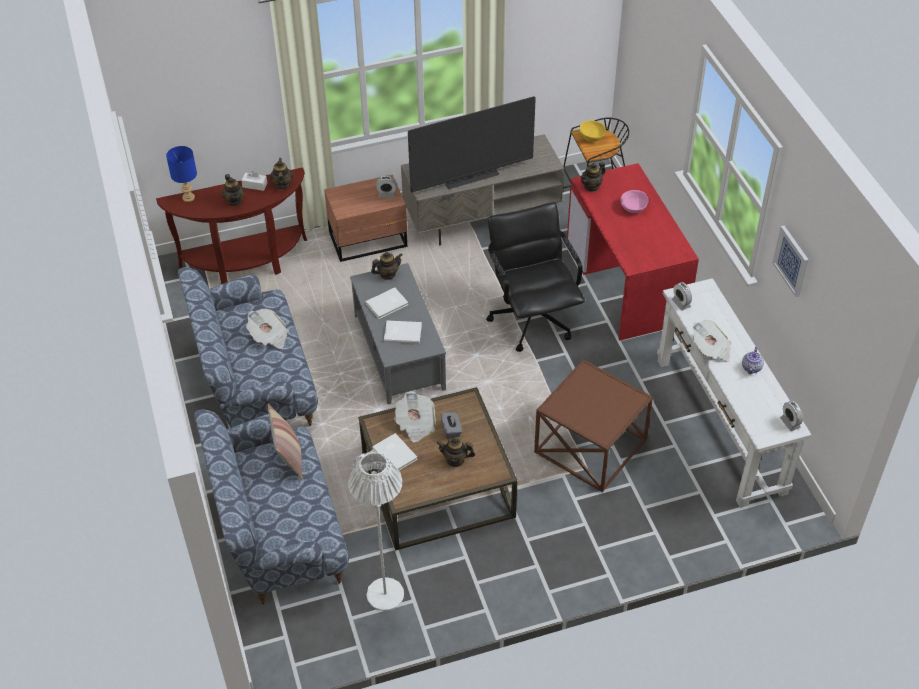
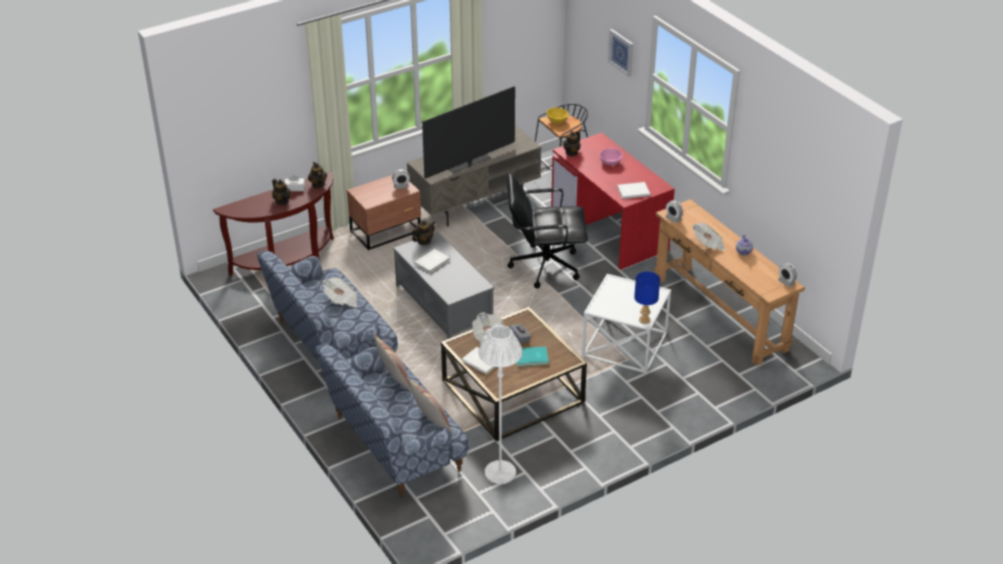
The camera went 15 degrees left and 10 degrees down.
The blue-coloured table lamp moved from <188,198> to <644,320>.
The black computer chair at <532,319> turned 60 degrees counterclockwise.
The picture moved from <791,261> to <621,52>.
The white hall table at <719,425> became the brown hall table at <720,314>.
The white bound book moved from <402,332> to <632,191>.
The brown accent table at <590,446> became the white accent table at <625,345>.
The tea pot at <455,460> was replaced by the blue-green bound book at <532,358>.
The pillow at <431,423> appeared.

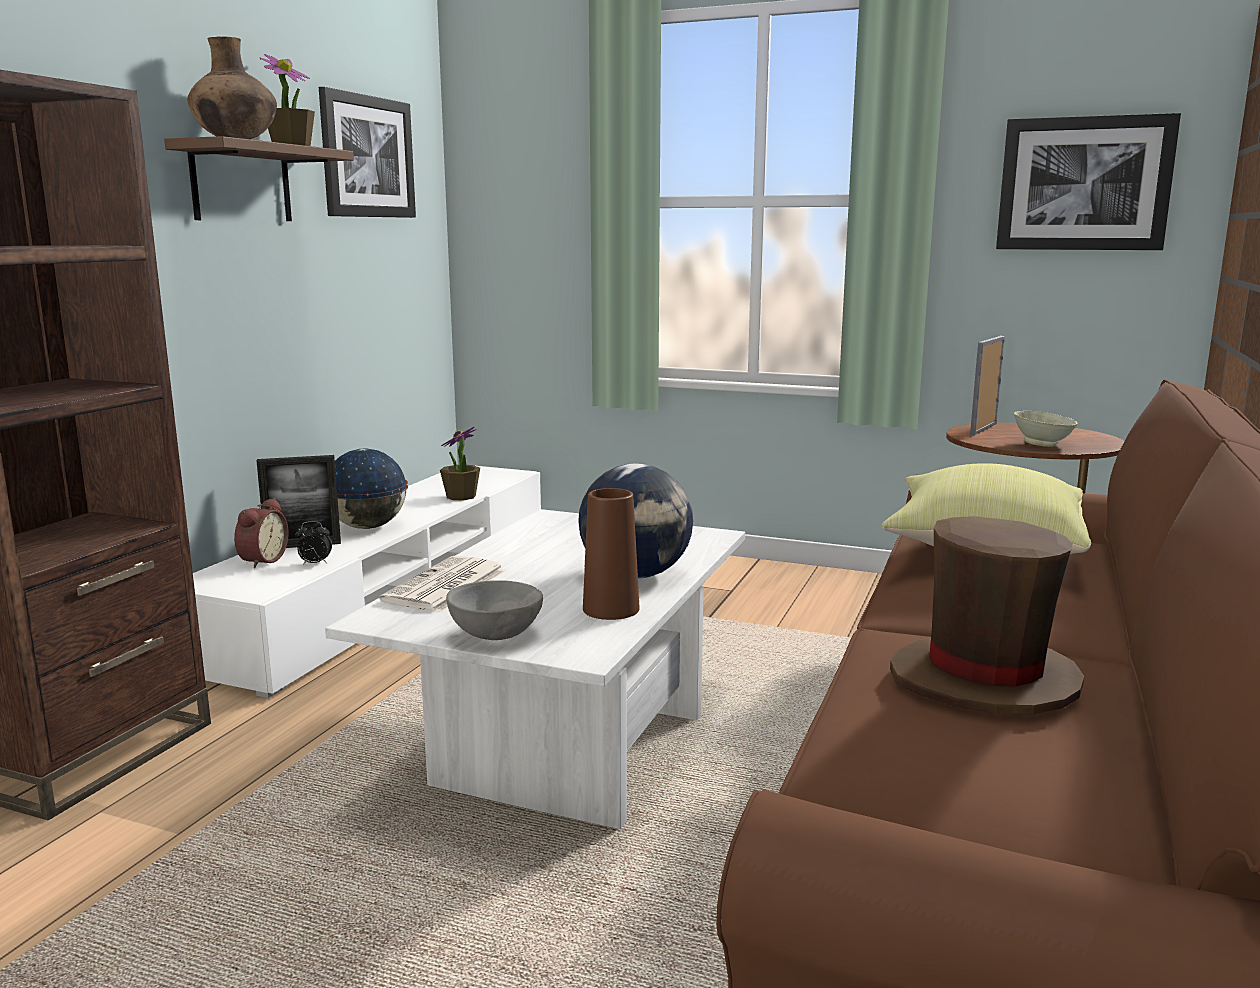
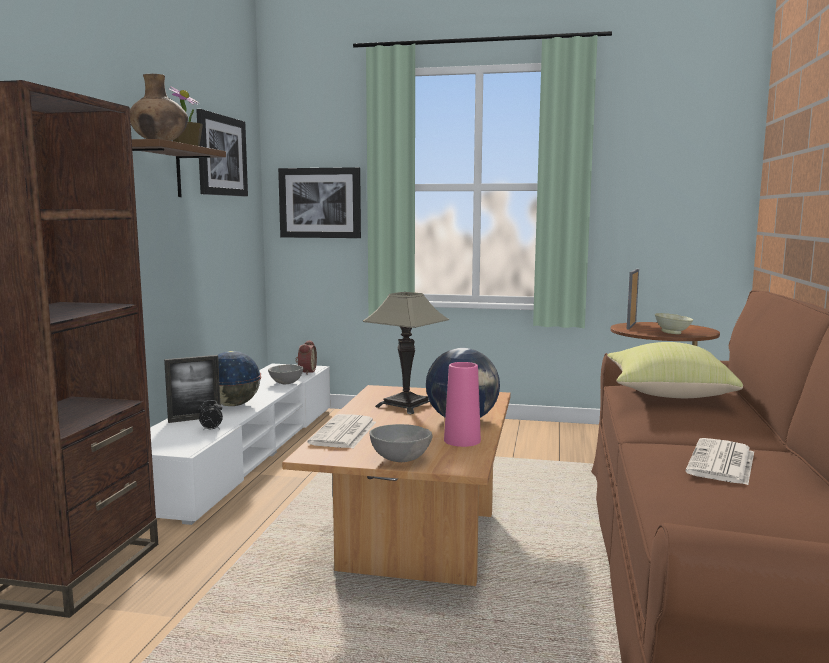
The camera went 10 degrees left and 5 degrees down.
The picture moved from <1084,184> to <320,203>.
The plant in a pot at <461,497> was replaced by the gray serving bowl at <285,383>.
The brown decorative vase at <611,609> became the pinkish decorative vase at <462,440>.
The table clock moved from <261,560> to <305,372>.
The white coffee table at <567,745> became the brown coffee table at <414,538>.
The brown wearable hat at <984,680> was replaced by the newspaper at <722,463>.
The table lamp at <406,405> appeared.

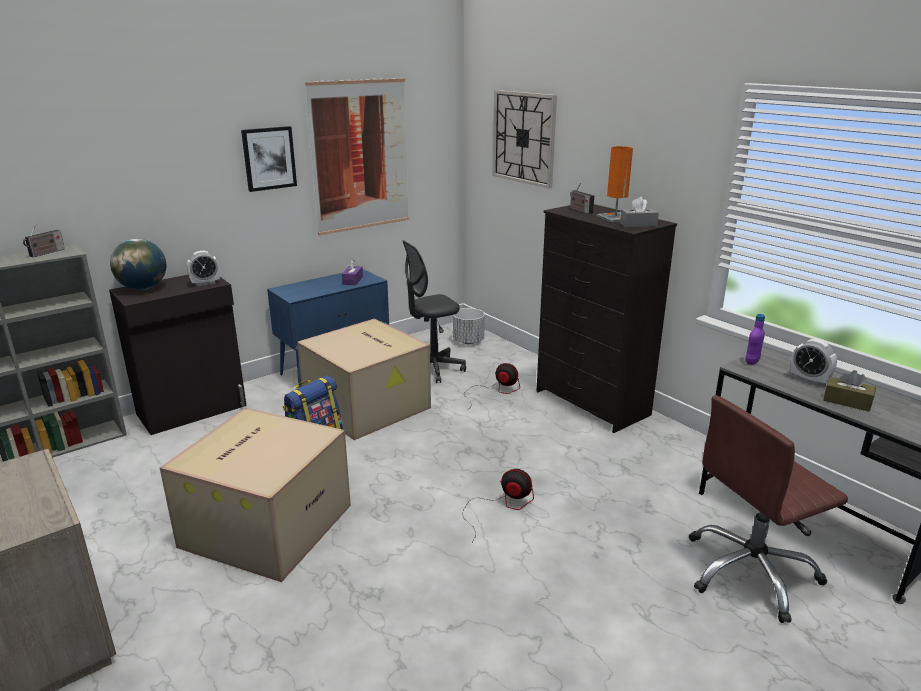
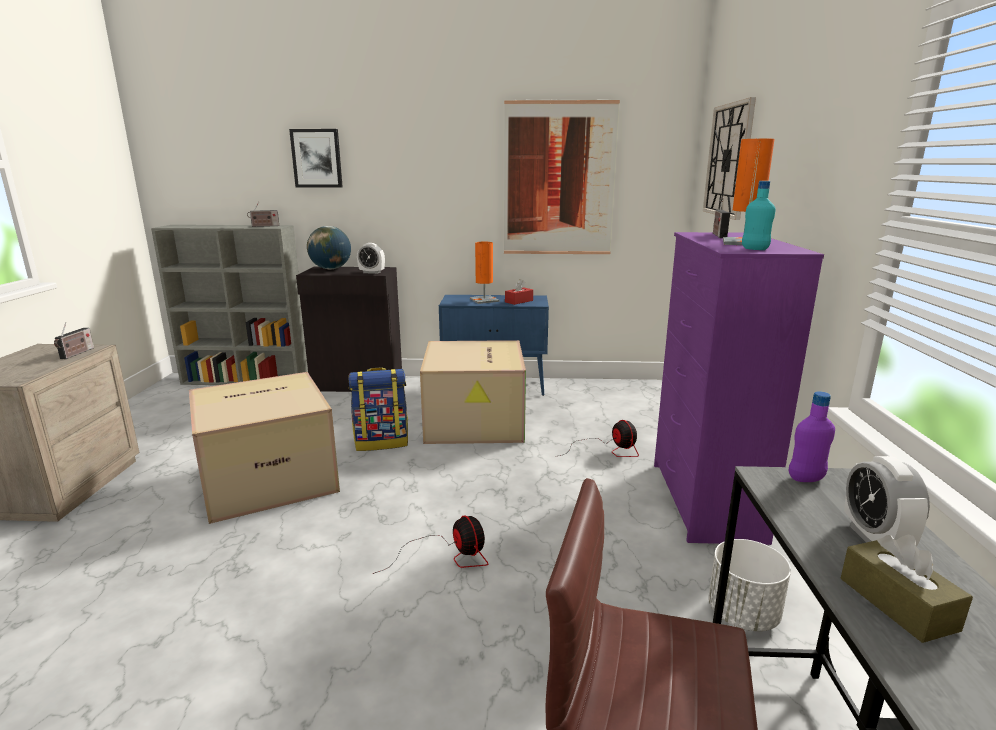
The camera went 40 degrees right and 5 degrees down.
The picture moved from <269,158> to <317,158>.
The gray tissue holder at <638,224> was replaced by the blue-green drink bottle at <755,249>.
The black drawer chest at <592,403> became the purplish drawer chest at <704,501>.
The gray computer chair at <433,369> disappeared.
The purplish tissue holder at <352,280> became the red tissue holder at <519,301>.
The white plant pot moved from <468,341> to <743,614>.
The orange table lamp at <484,300> appeared.
The radio at <76,354> appeared.

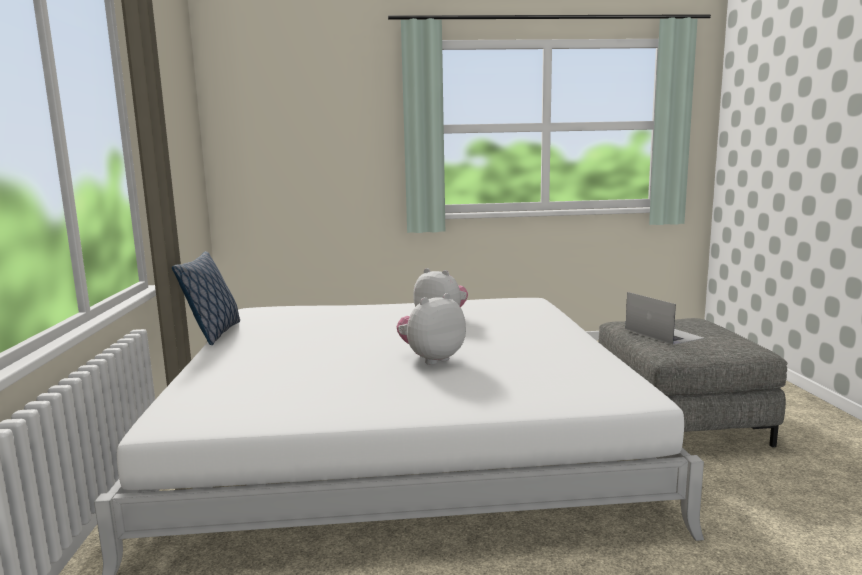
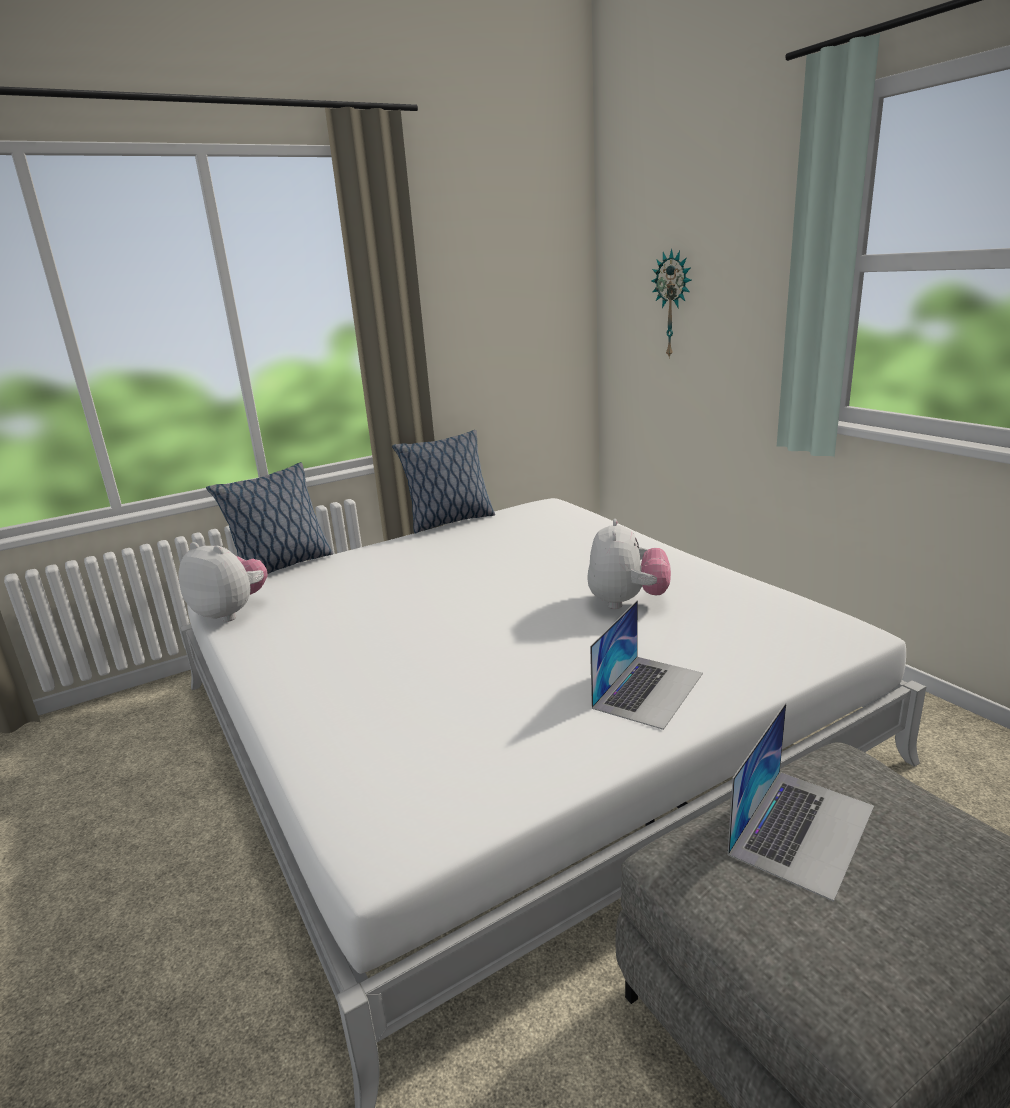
The camera went 65 degrees right and 10 degrees up.
The plush toy moved from <431,359> to <231,612>.
The clock on the wall at <673,304> appeared.
The pillow at <282,566> appeared.
The laptop at <648,690> appeared.

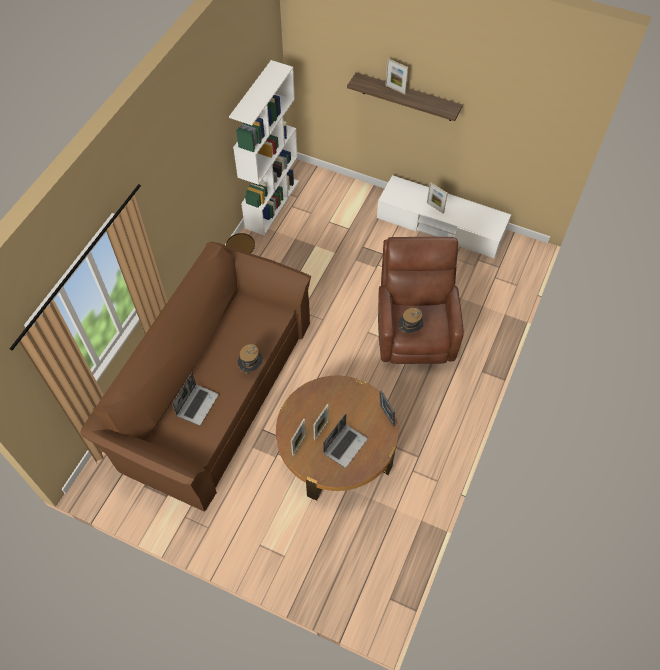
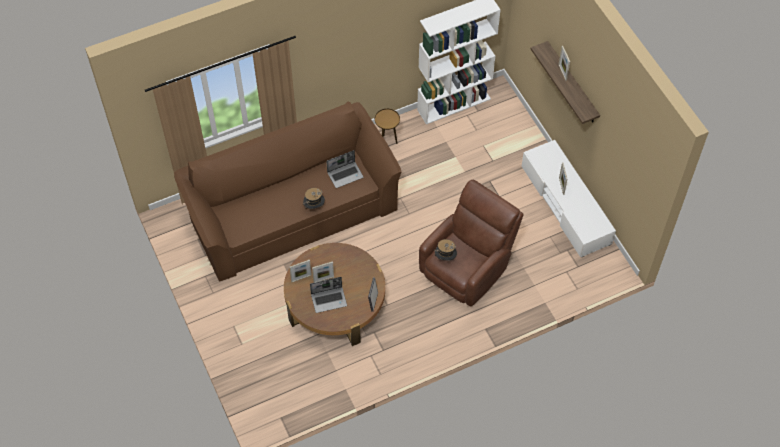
The camera went 40 degrees right and 0 degrees up.
The laptop moved from <197,404> to <345,175>.

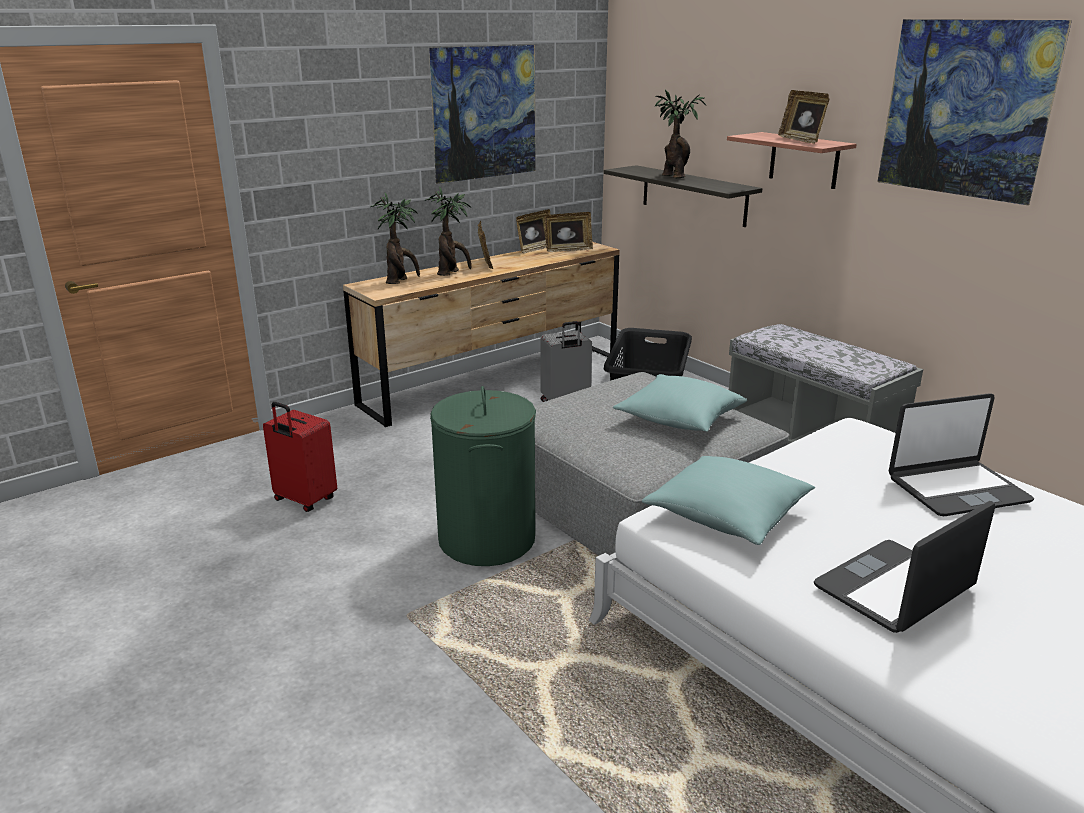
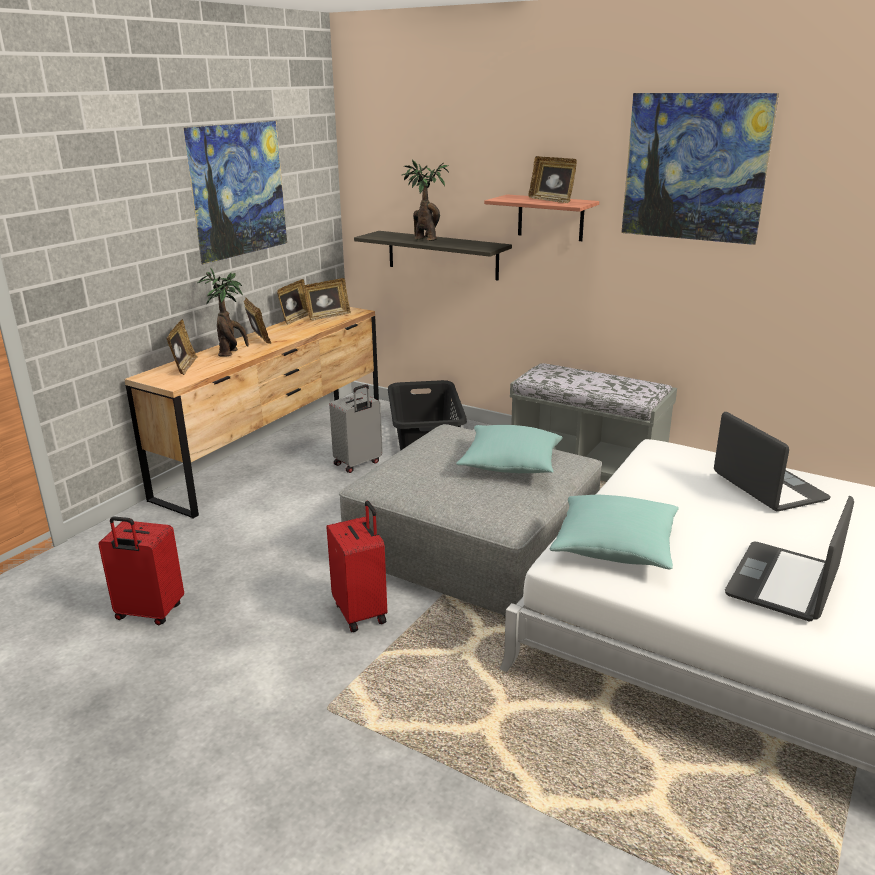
The camera went 20 degrees left and 0 degrees up.
The plant in a pot at <400,281> was replaced by the picture frame at <184,367>.
The greenish washing basket at <487,539> was replaced by the red suitcase at <361,612>.
The laptop at <956,489> turned 75 degrees counterclockwise.

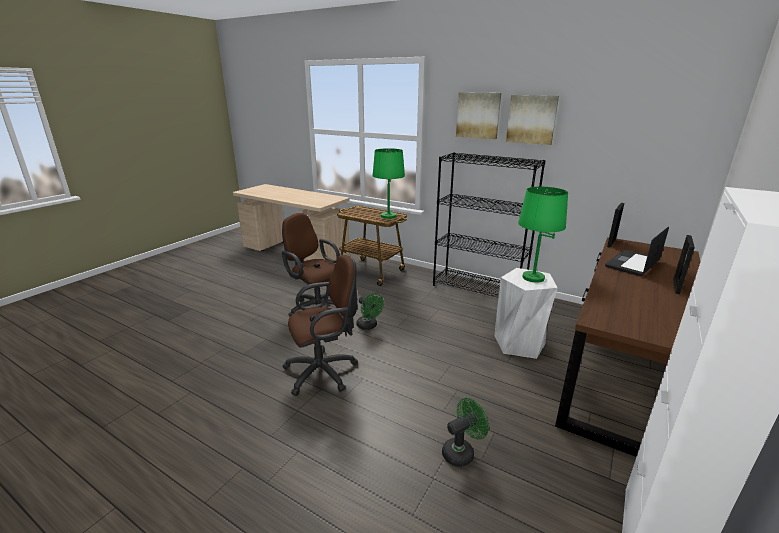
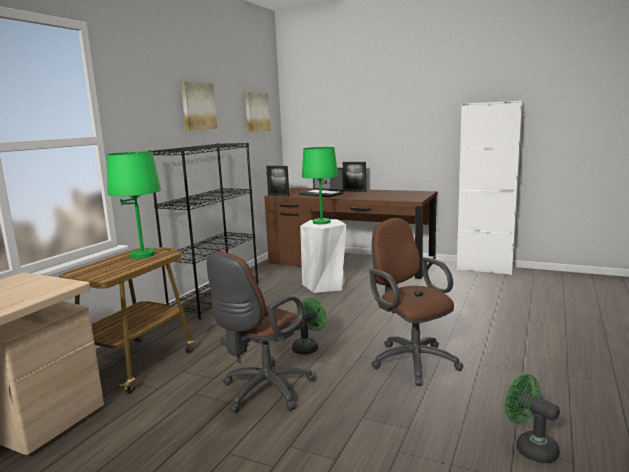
The camera went 95 degrees left and 10 degrees down.
The picture moved from <478,115> to <256,112>.
The greenish cooling fan moved from <461,452> to <530,447>.

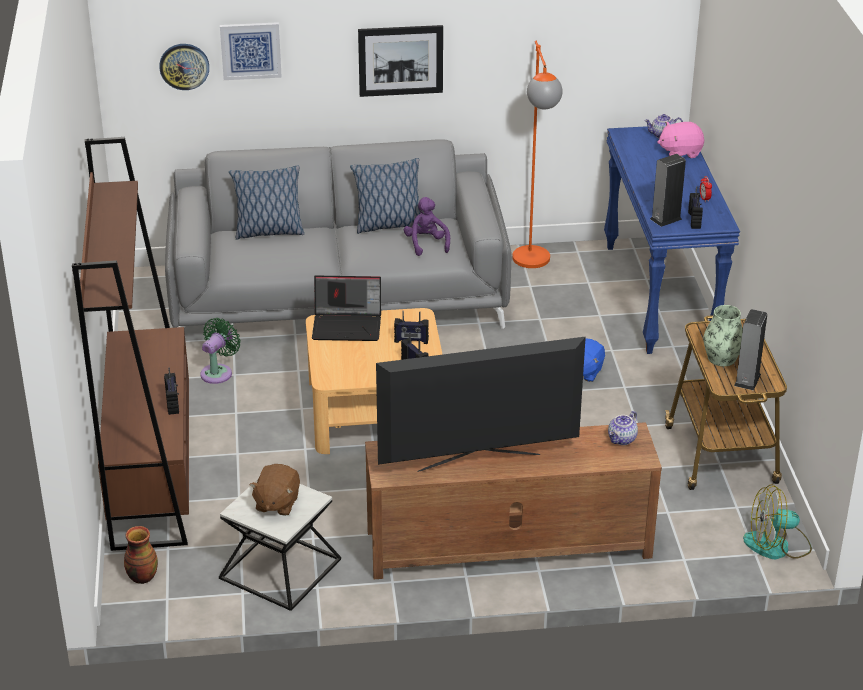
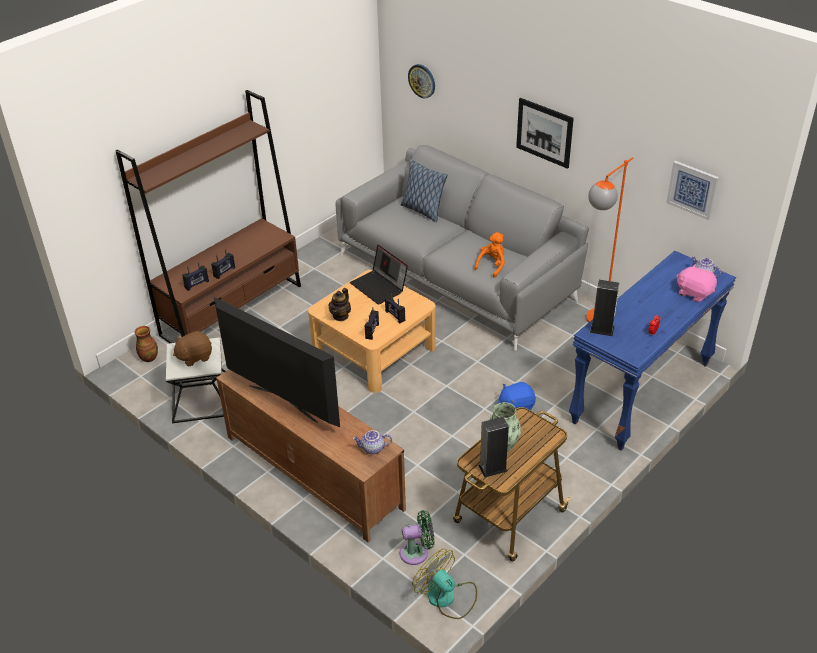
The camera went 50 degrees right and 5 degrees up.
The picture moved from <250,50> to <692,189>.
The pillow at <388,225> disappeared.
The radio moved from <695,220> to <197,284>.
The purplish plush toy at <426,244> became the orange plush toy at <492,266>.
The greenish cooling fan moved from <218,372> to <417,552>.
The tea pot at <340,316> appeared.

